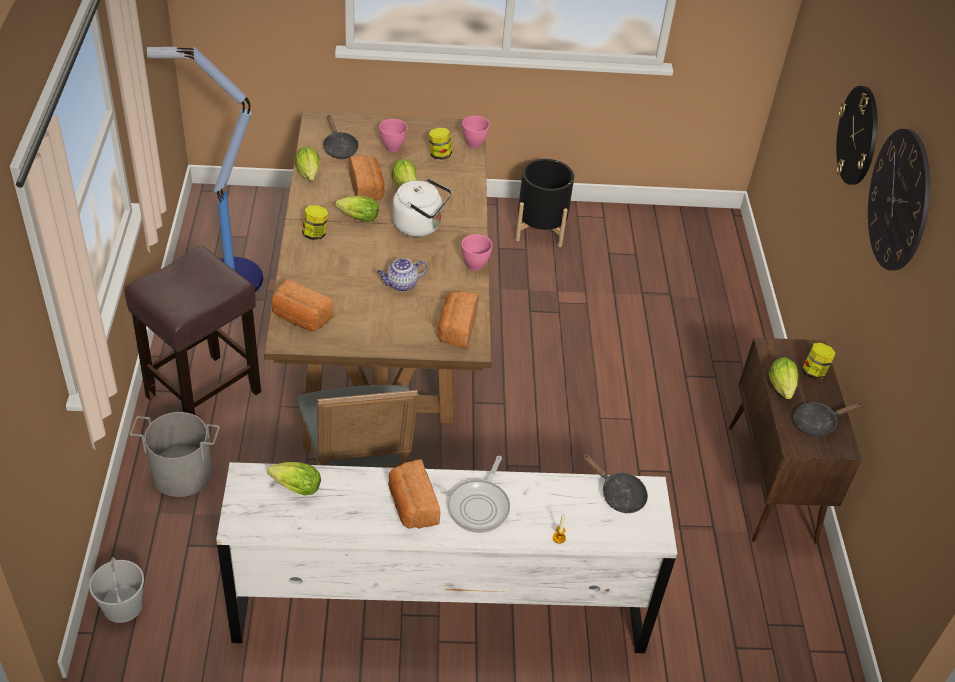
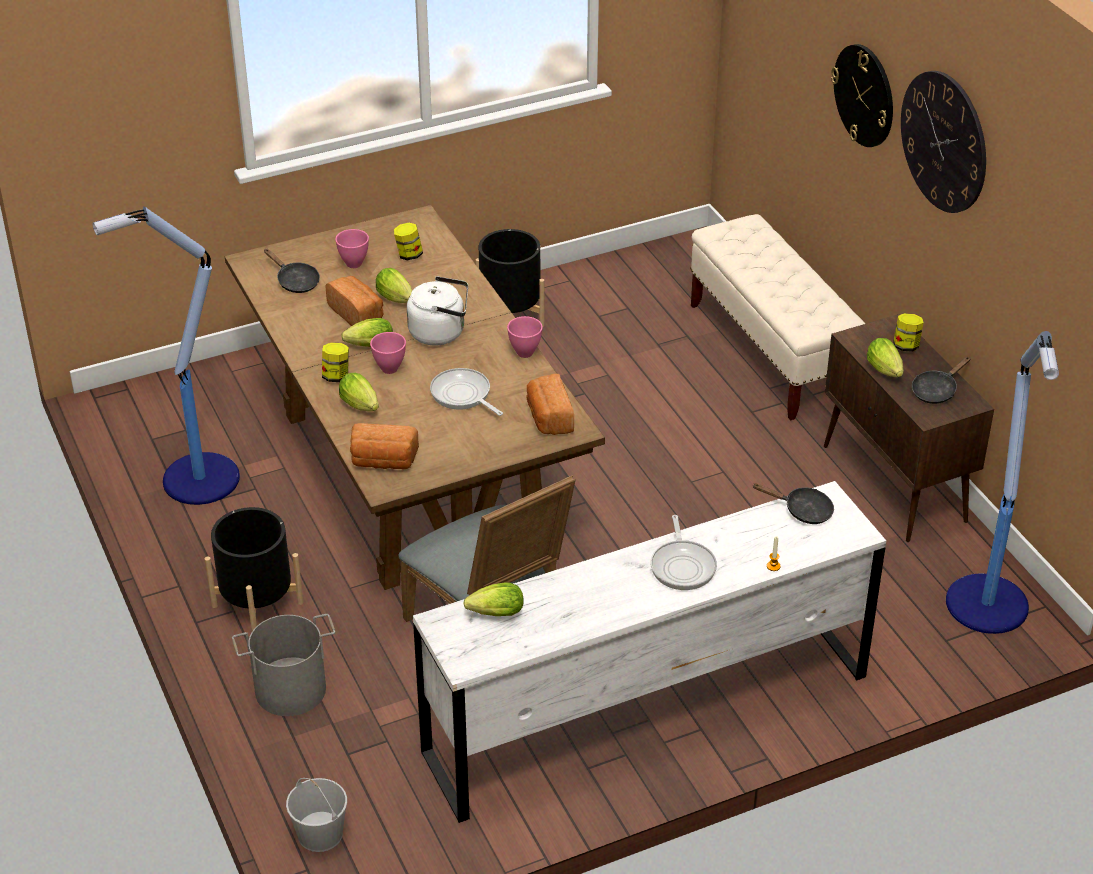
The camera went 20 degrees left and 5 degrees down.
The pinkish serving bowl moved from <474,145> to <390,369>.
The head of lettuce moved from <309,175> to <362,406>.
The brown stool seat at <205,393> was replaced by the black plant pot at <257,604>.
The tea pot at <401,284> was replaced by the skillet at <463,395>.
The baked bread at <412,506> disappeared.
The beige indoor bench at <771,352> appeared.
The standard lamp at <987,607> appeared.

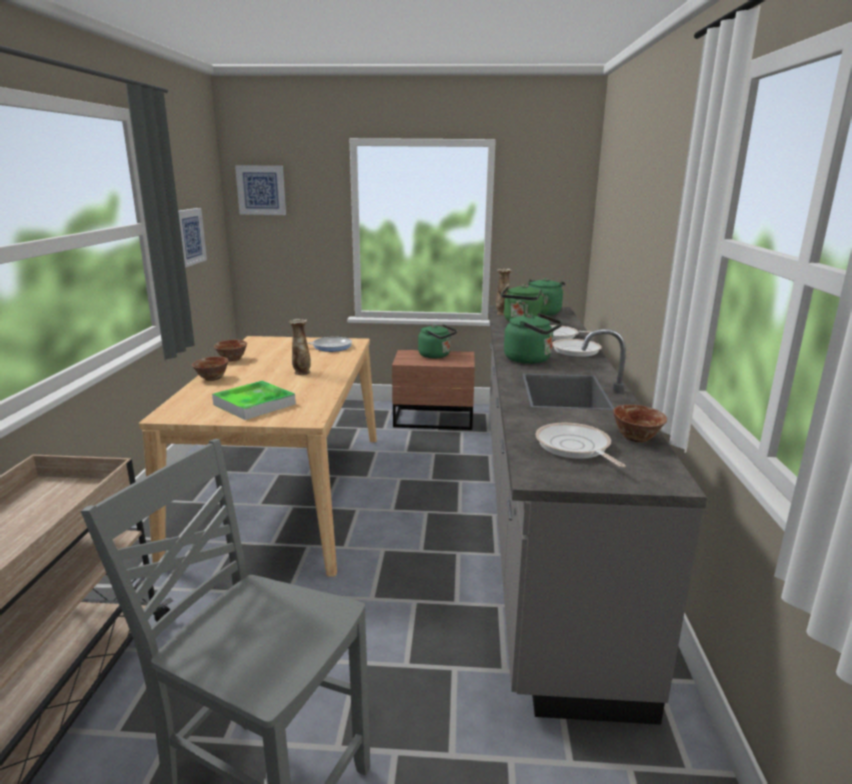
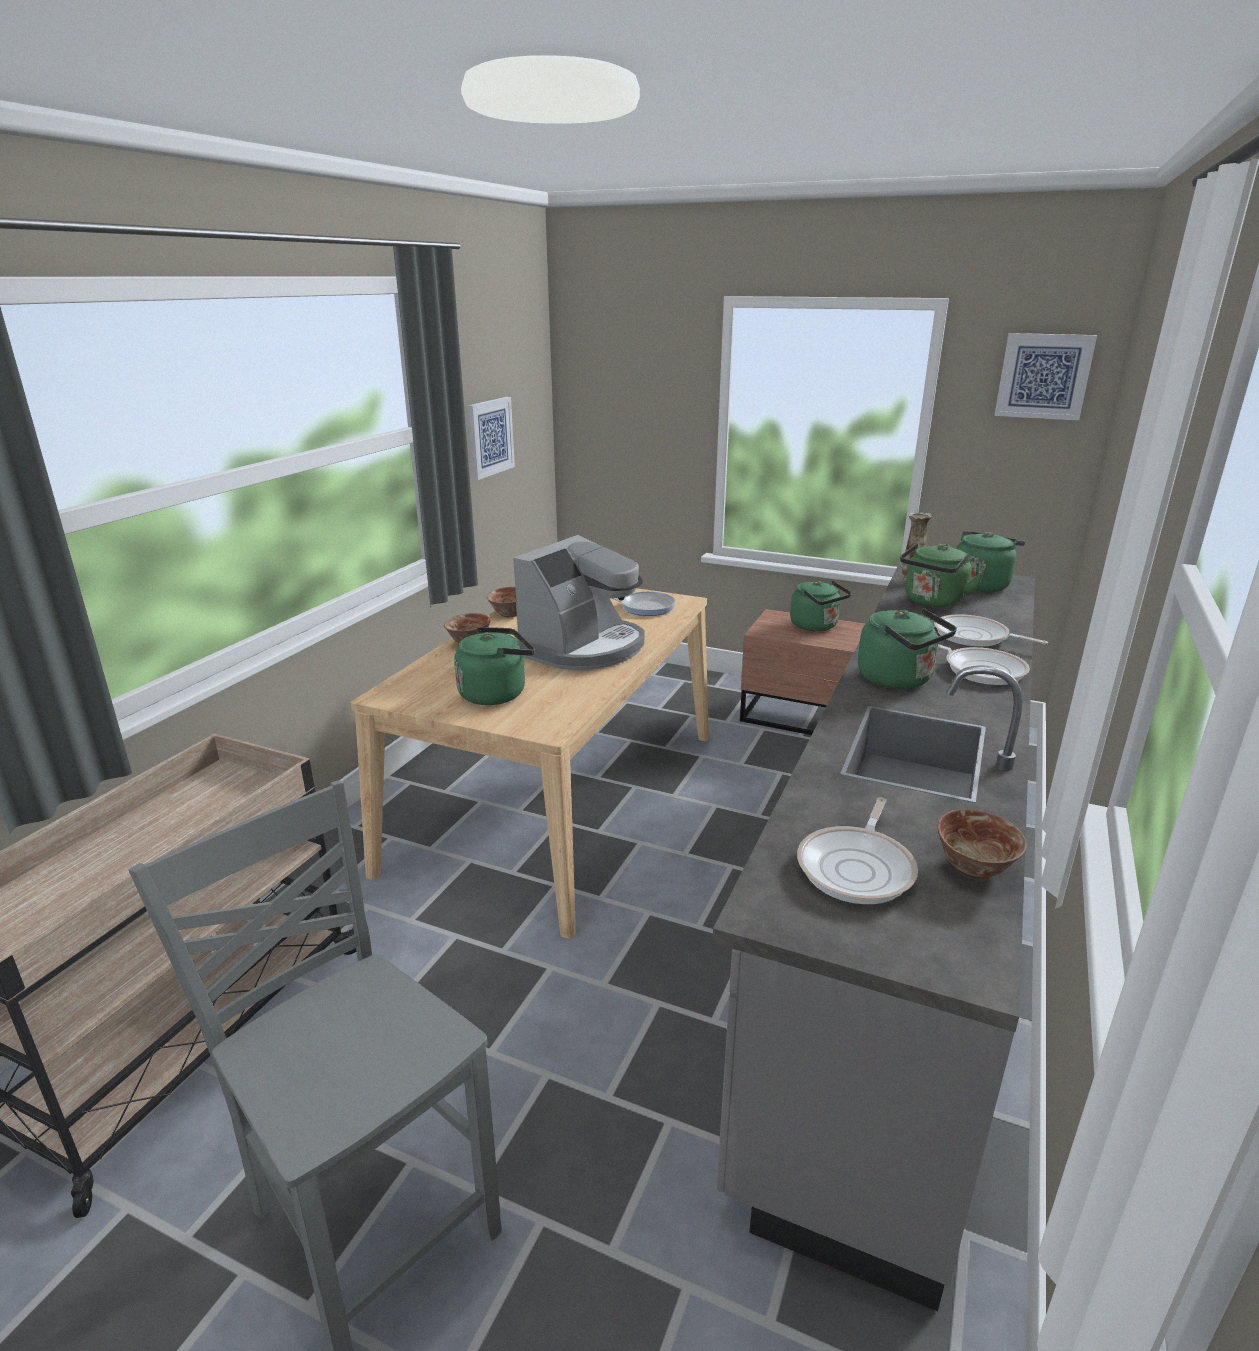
The camera went 20 degrees right and 5 degrees up.
The picture moved from <261,190> to <1043,376>.
The decorative vase at <301,372> was replaced by the coffee machine at <583,648>.
The serving tray at <254,404> was replaced by the greenish kettle at <496,693>.
The skillet at <574,447> turned 150 degrees counterclockwise.

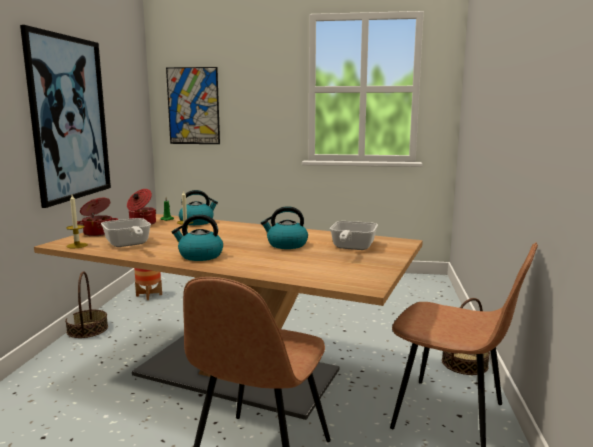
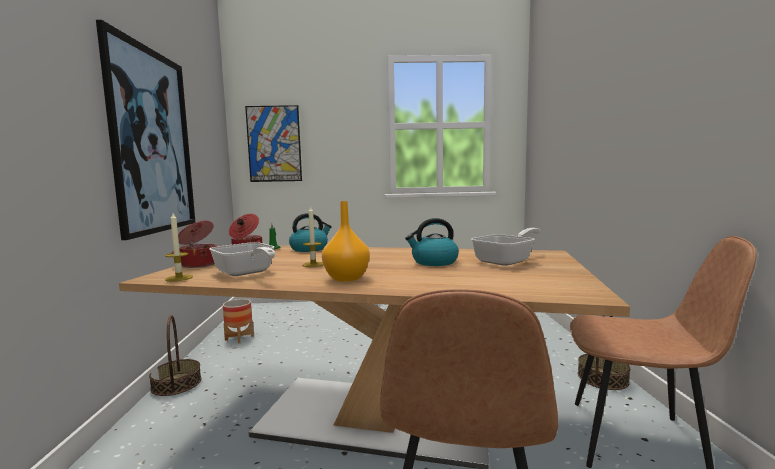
The camera went 10 degrees left and 5 degrees down.
The kettle at <200,256> was replaced by the orange decorative vase at <347,278>.
The skillet at <351,248> turned 135 degrees counterclockwise.

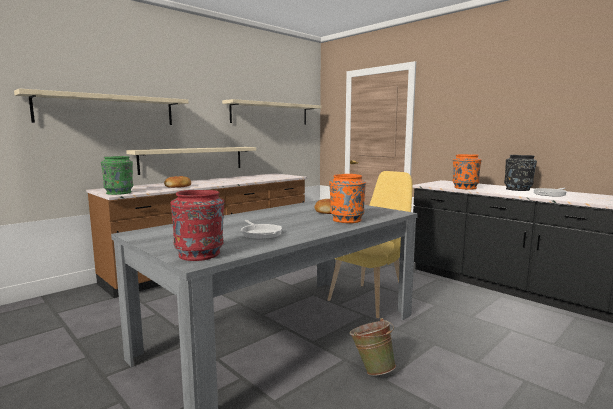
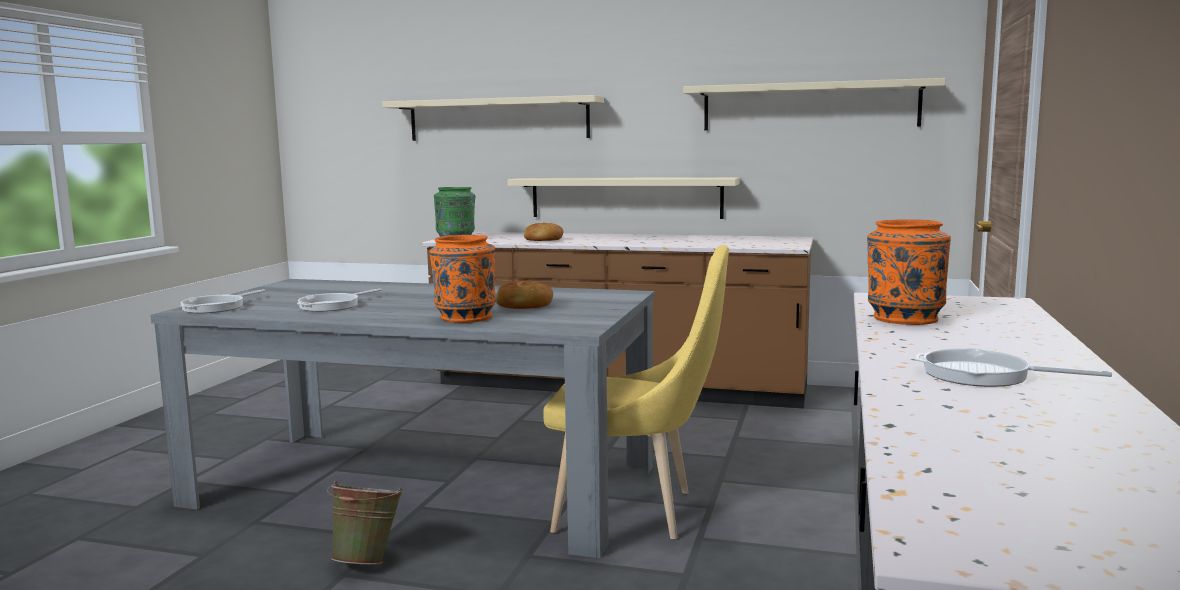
The camera went 60 degrees right and 0 degrees up.
The black decorative vase at <518,189> disappeared.
The red decorative vase at <200,254> was replaced by the skillet at <217,307>.

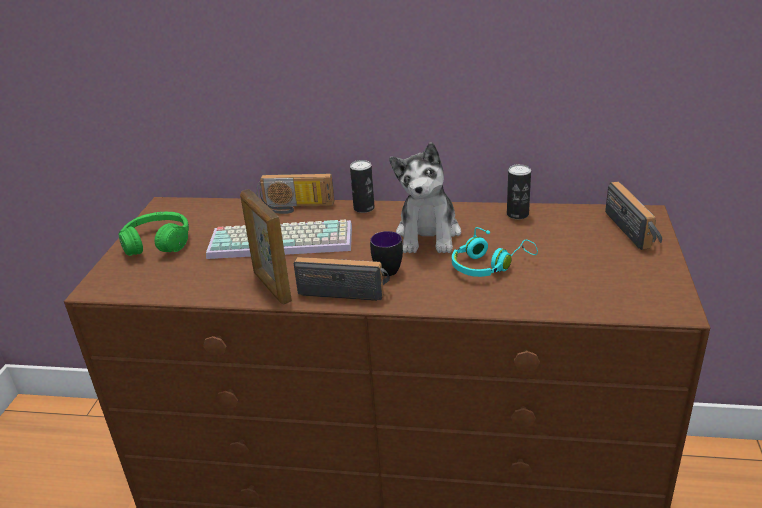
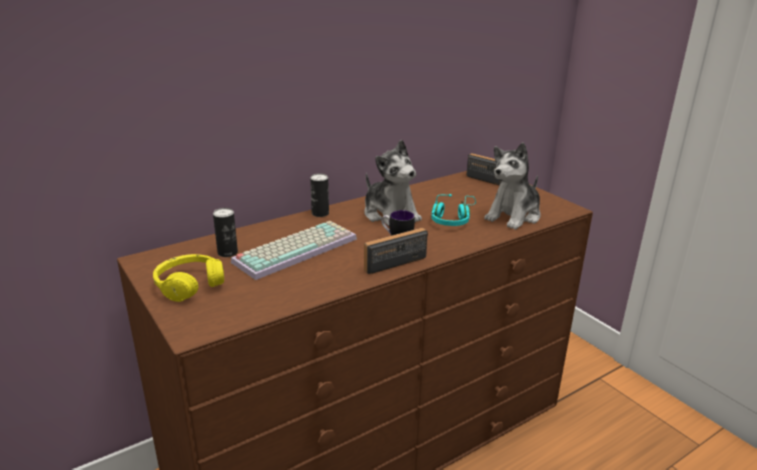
The camera went 45 degrees left and 5 degrees down.
The can moved from <517,214> to <227,253>.
The radio at <295,207> disappeared.
The picture frame at <271,287> disappeared.
The greenish headphones at <158,243> became the yellow-coloured headphones at <189,285>.
The plush toy at <514,216> appeared.

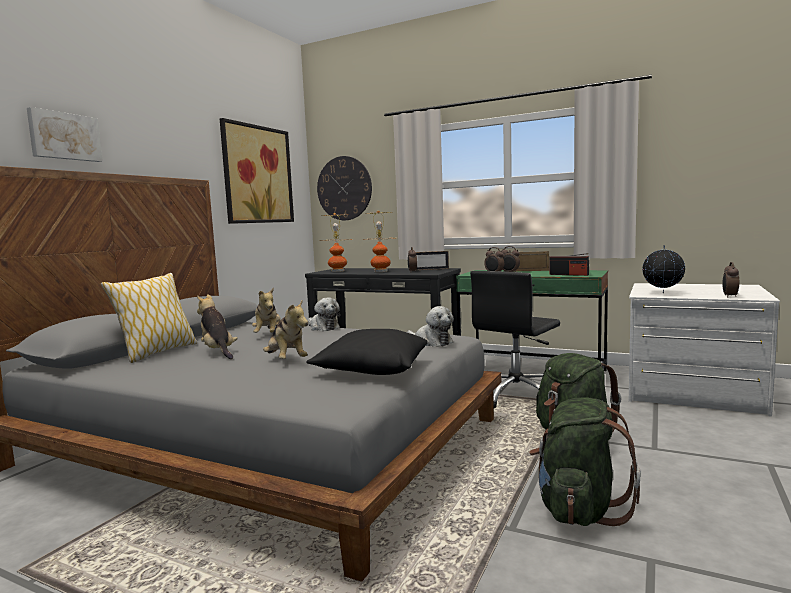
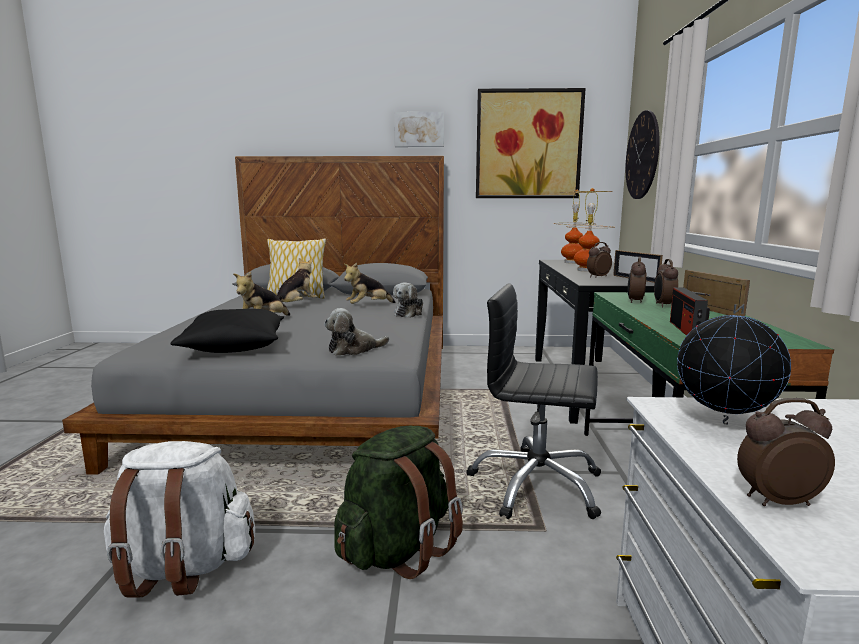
The camera went 65 degrees right and 5 degrees up.
The picture moved from <64,136> to <419,129>.
The plush toy at <431,342> turned 45 degrees clockwise.
The greenish rucksack at <579,509> became the white rucksack at <183,567>.

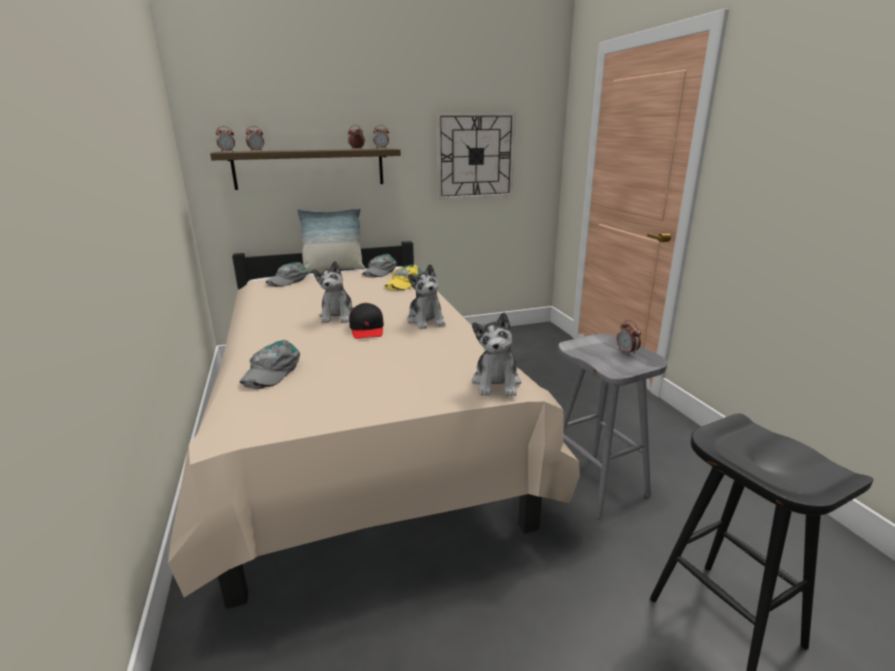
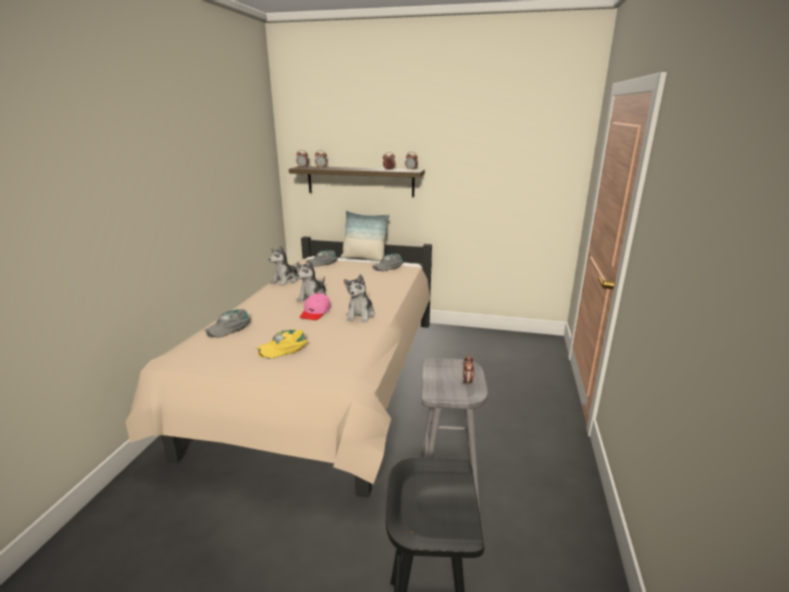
The camera went 30 degrees right and 0 degrees up.
The clock on the wall at <475,156> disappeared.
The yellow-coloured baseball cap moved from <404,283> to <284,348>.
The black baseball cap at <367,329> became the pinkish baseball cap at <315,312>.
The plush toy moved from <496,383> to <285,280>.

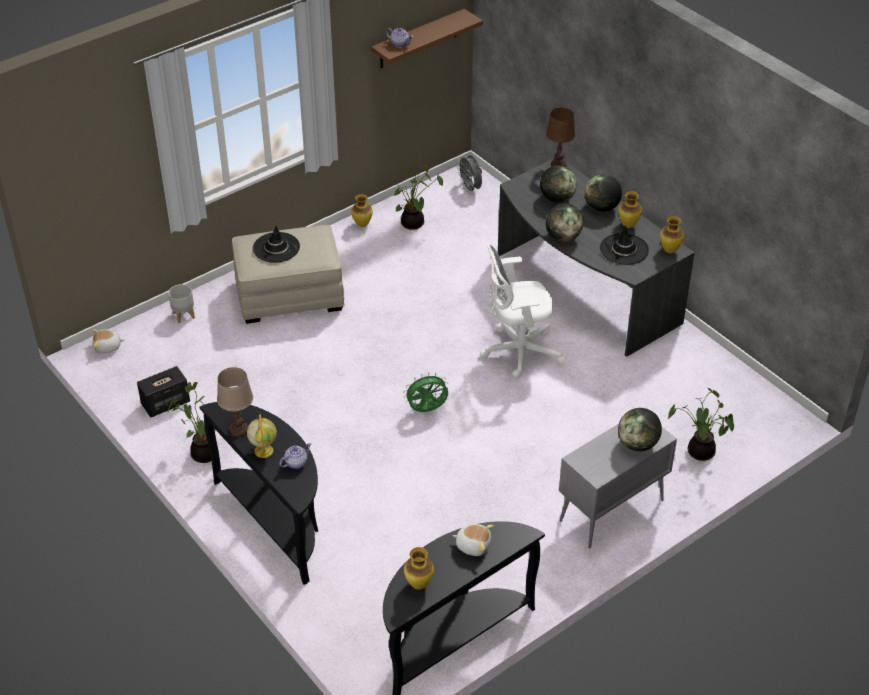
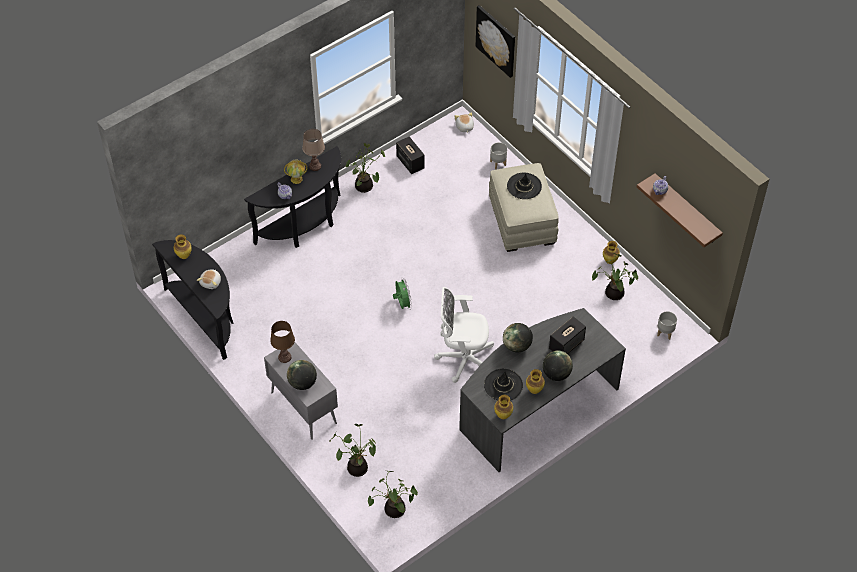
The camera went 90 degrees right and 10 degrees up.
The brown table lamp moved from <558,164> to <285,357>.
The gray cooling fan at <470,189> was replaced by the gray plant pot at <665,333>.
The globe at <557,199> was replaced by the audio speaker at <566,344>.
The white computer chair at <517,352> turned 75 degrees counterclockwise.
The picture at <496,40> appeared.
The plant in a pot at <393,511> appeared.

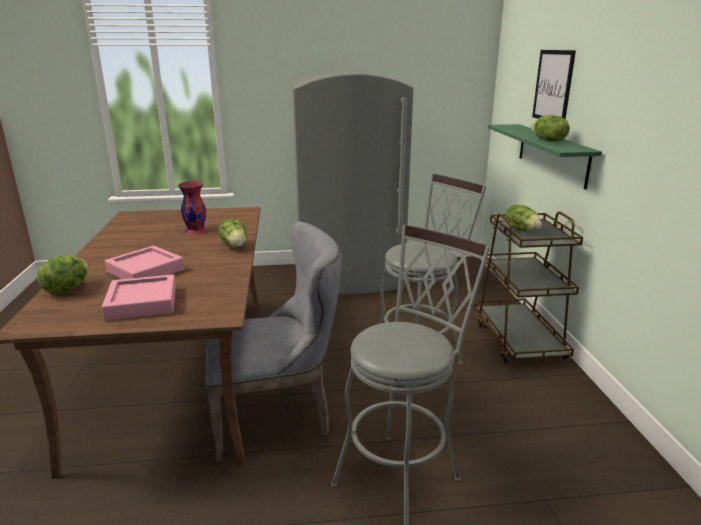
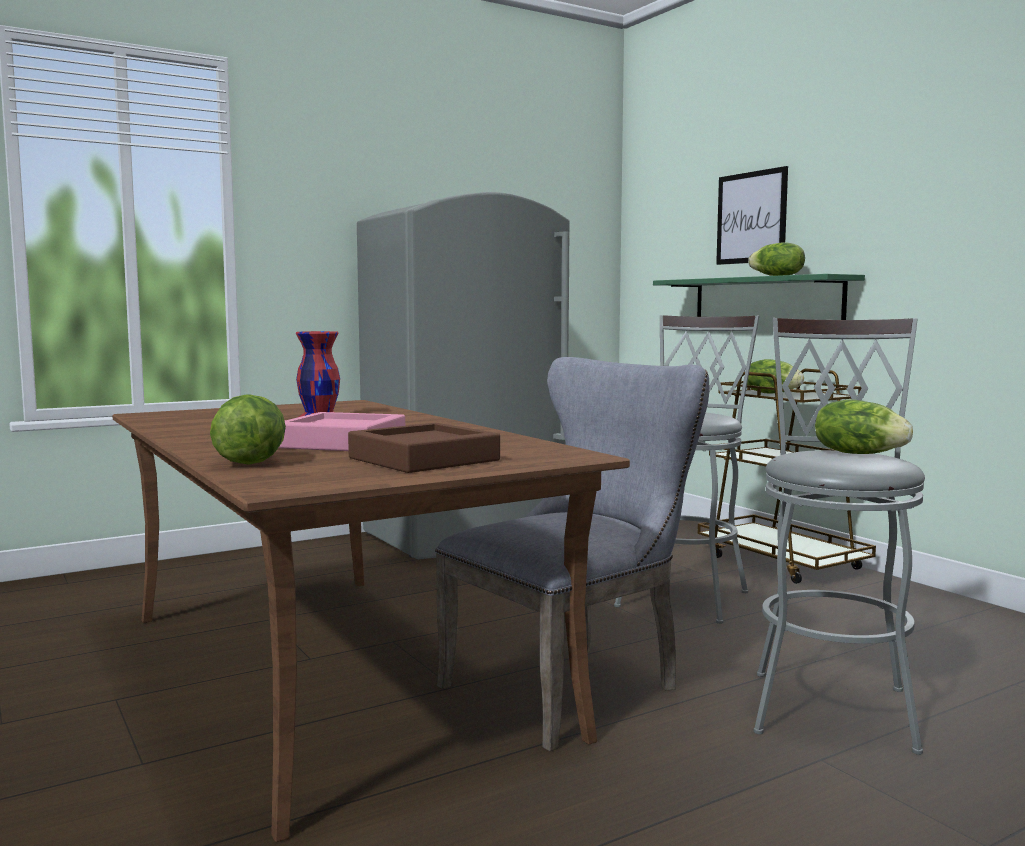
The camera went 25 degrees left and 15 degrees down.
The head of lettuce moved from <235,246> to <858,454>.
The pinkish serving tray at <142,303> became the brown serving tray at <423,459>.

